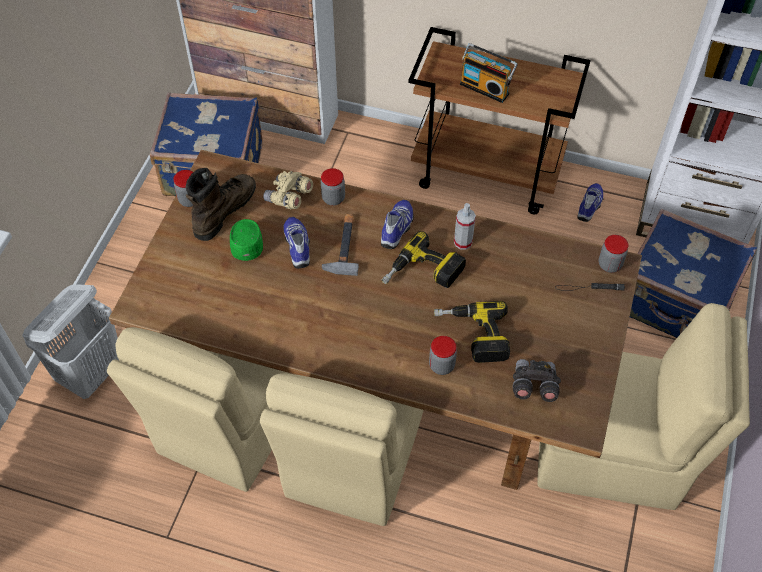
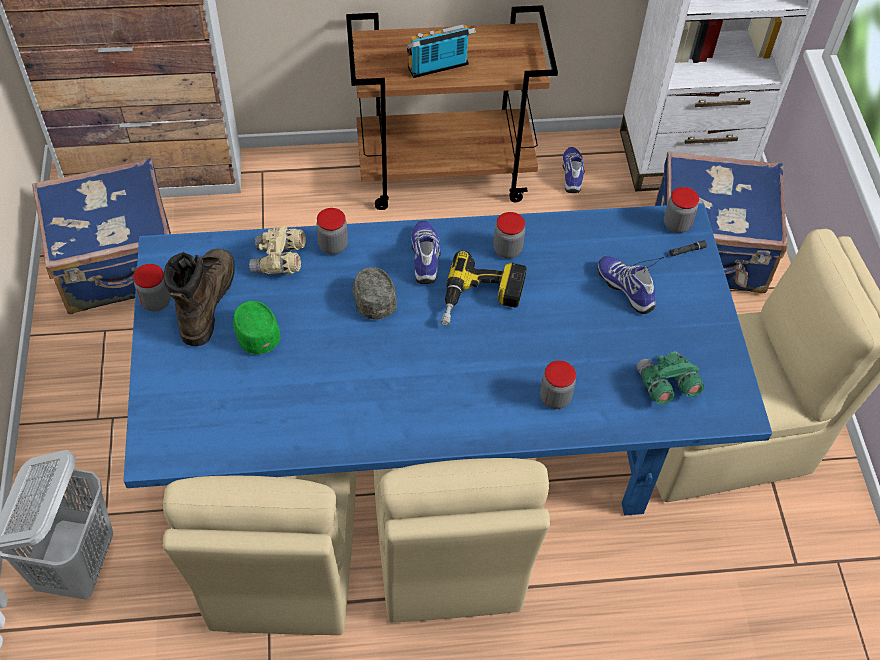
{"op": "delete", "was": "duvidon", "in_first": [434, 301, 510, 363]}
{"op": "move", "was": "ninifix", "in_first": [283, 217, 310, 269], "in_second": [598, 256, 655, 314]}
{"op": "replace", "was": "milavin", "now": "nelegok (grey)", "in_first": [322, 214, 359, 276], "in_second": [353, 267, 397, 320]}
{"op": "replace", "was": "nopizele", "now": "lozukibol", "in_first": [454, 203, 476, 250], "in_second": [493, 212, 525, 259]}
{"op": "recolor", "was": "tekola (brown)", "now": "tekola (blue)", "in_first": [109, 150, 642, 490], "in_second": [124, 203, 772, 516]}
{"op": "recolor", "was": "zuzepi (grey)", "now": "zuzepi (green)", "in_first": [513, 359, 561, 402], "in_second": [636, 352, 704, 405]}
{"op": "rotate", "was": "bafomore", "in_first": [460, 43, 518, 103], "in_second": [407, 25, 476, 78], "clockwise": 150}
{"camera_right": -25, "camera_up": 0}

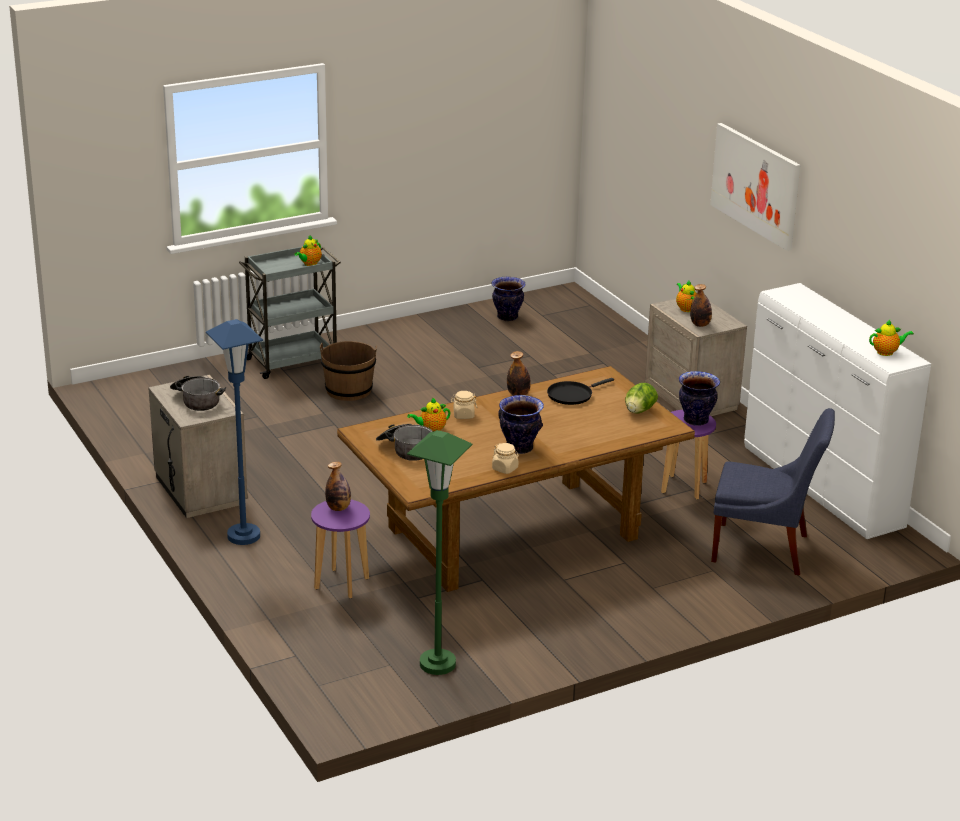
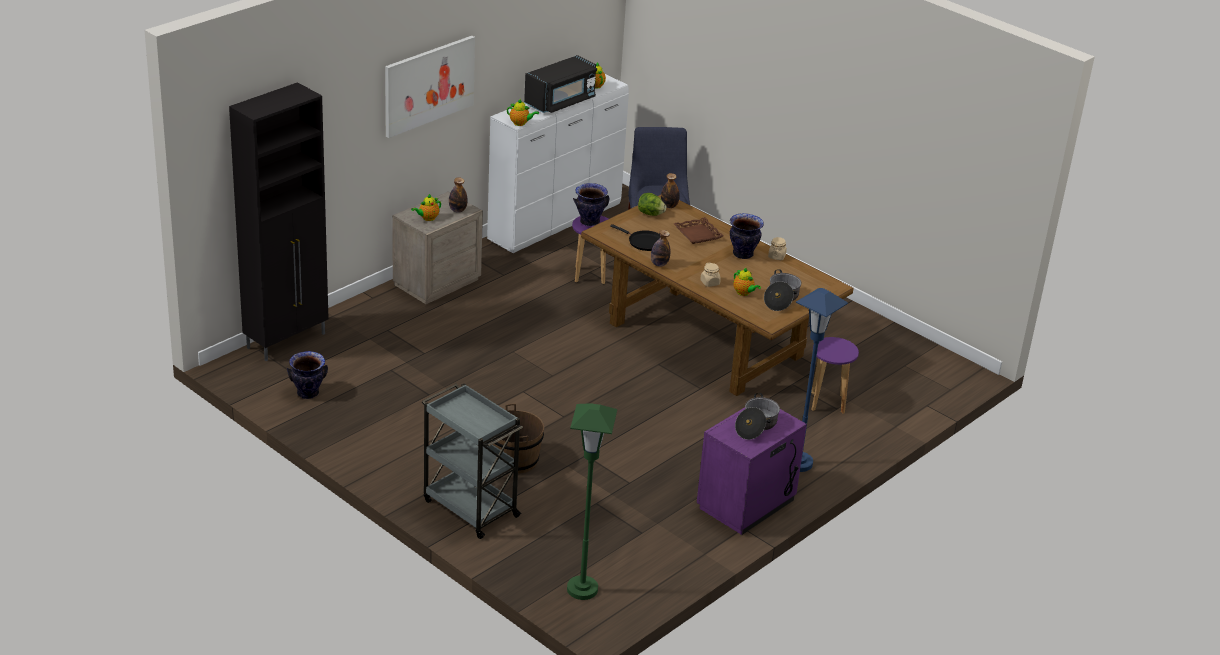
{"op": "insert", "now": "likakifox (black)", "in_second": [229, 82, 329, 361]}
{"op": "insert", "now": "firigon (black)", "in_second": [524, 55, 597, 113]}
{"op": "insert", "now": "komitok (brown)", "in_second": [673, 217, 723, 244]}
{"op": "move", "was": "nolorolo", "in_first": [295, 235, 322, 266], "in_second": [507, 99, 539, 126]}
{"op": "move", "was": "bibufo", "in_first": [325, 462, 351, 511], "in_second": [661, 173, 680, 208]}
{"op": "move", "was": "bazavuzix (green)", "in_first": [407, 430, 472, 675], "in_second": [567, 403, 617, 600]}
{"op": "recolor", "was": "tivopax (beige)", "now": "tivopax (purple)", "in_first": [148, 375, 247, 518], "in_second": [697, 407, 807, 535]}
{"camera_right": -110, "camera_up": 5}

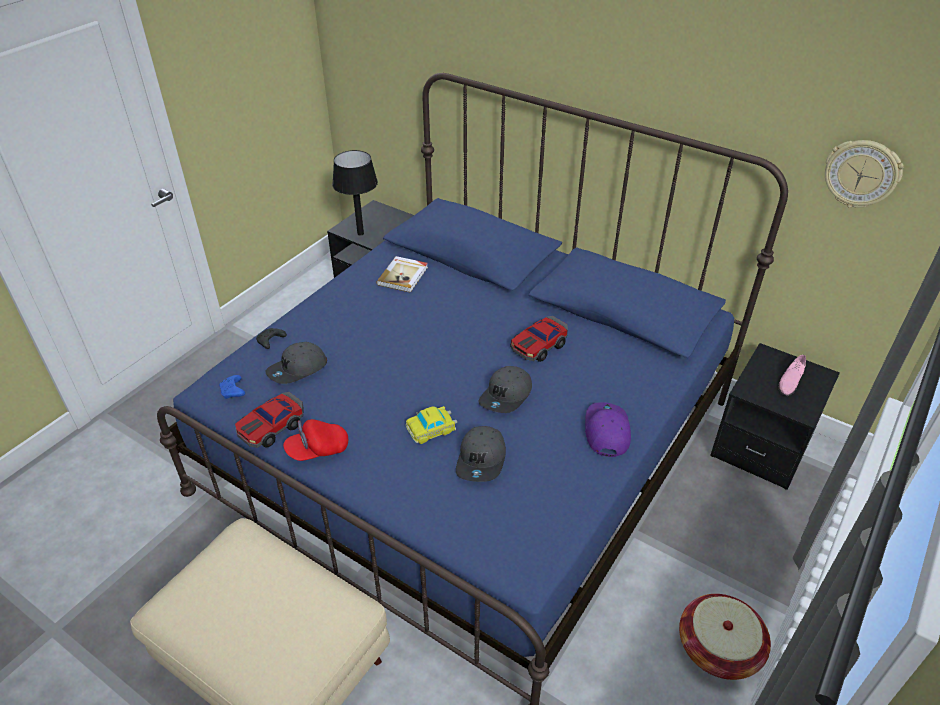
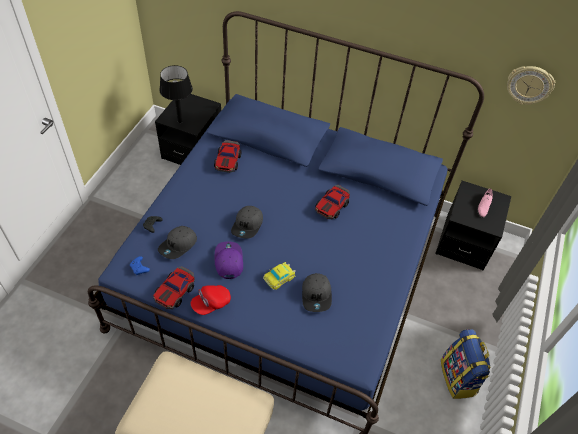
{"op": "move", "was": "nelegok (grey)", "in_first": [479, 366, 532, 413], "in_second": [231, 206, 263, 239]}
{"op": "move", "was": "nelegok (purple)", "in_first": [585, 402, 631, 457], "in_second": [215, 241, 243, 279]}
{"op": "replace", "was": "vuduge", "now": "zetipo", "in_first": [377, 256, 428, 293], "in_second": [214, 140, 241, 173]}
{"op": "replace", "was": "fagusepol", "now": "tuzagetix", "in_first": [679, 594, 771, 680], "in_second": [441, 329, 490, 399]}
{"camera_right": -15, "camera_up": 10}

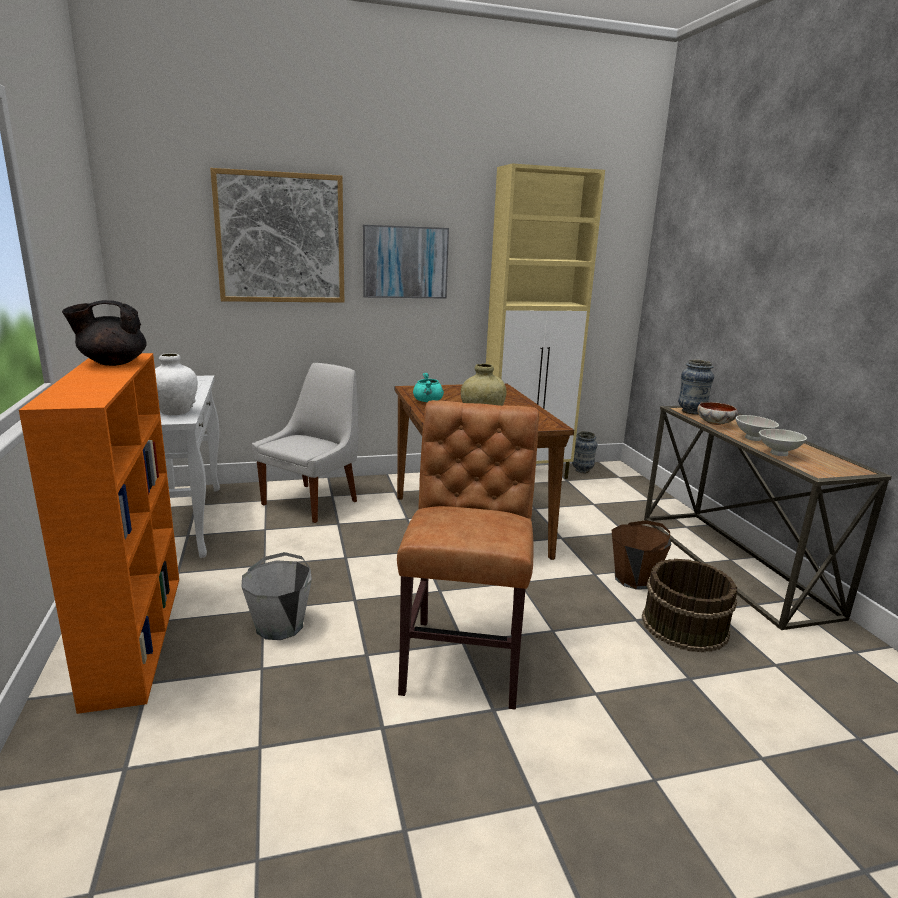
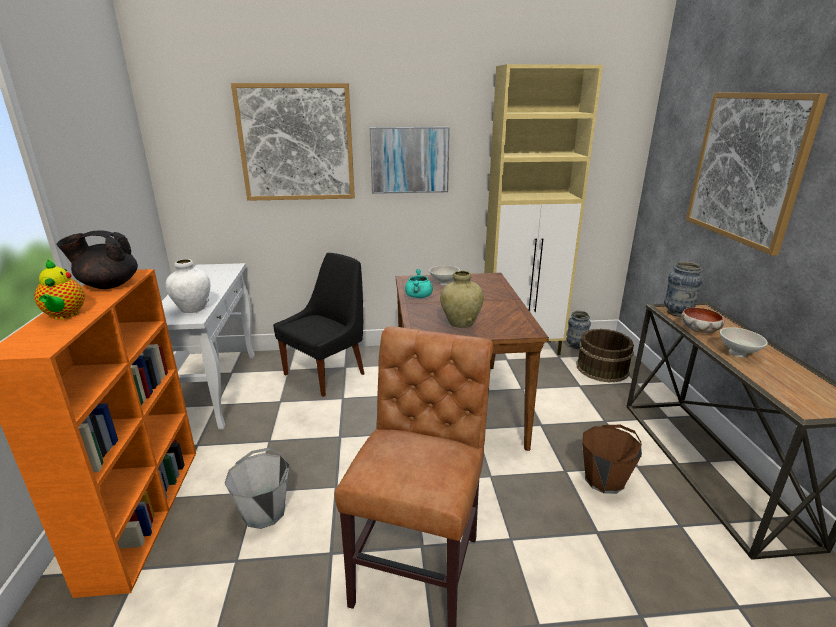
{"op": "insert", "now": "nolorolo", "in_second": [34, 259, 85, 319]}
{"op": "insert", "now": "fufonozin", "in_second": [686, 92, 828, 255]}
{"op": "move", "was": "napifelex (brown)", "in_first": [642, 559, 737, 652], "in_second": [576, 329, 634, 383]}
{"op": "move", "was": "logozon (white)", "in_first": [759, 429, 807, 456], "in_second": [429, 265, 460, 285]}
{"op": "recolor", "was": "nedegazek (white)", "now": "nedegazek (black)", "in_first": [252, 363, 358, 523], "in_second": [273, 253, 365, 397]}
{"camera_right": 10, "camera_up": 5}

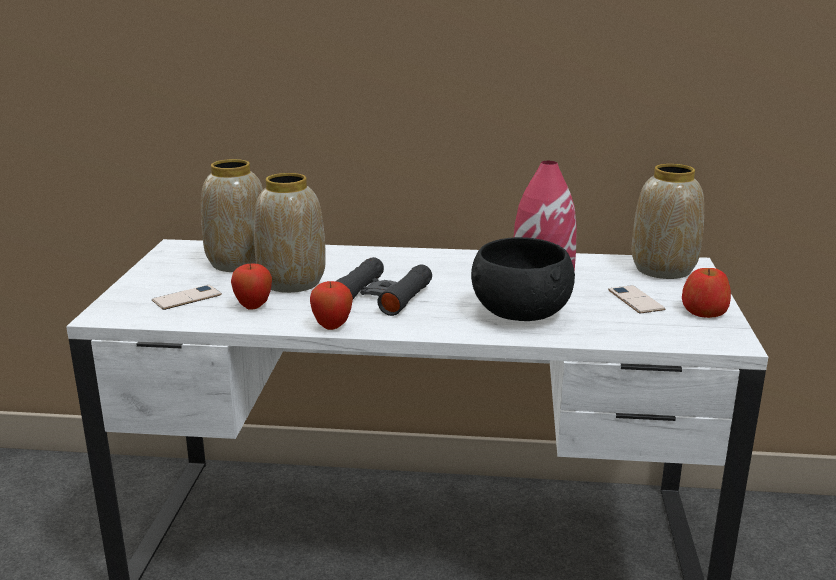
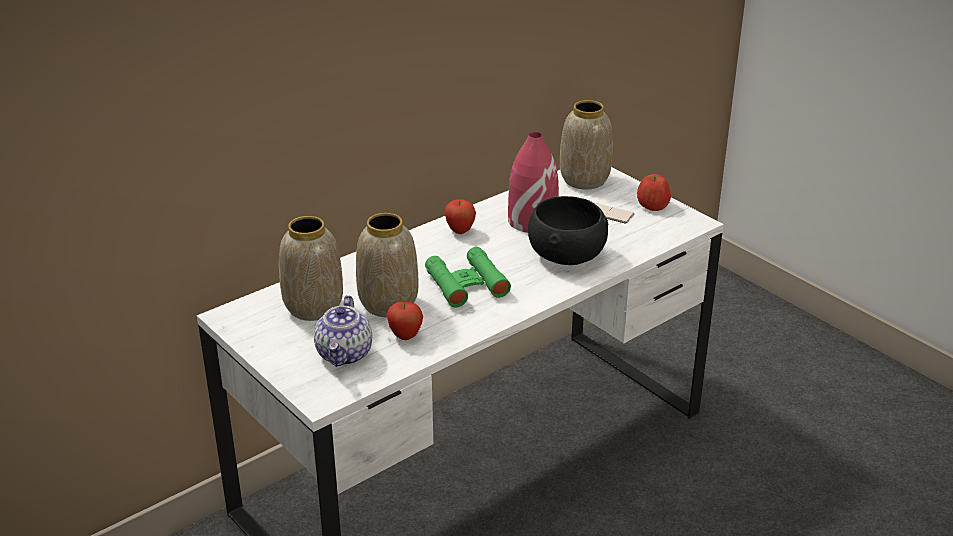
{"op": "move", "was": "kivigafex", "in_first": [310, 281, 353, 330], "in_second": [444, 199, 476, 234]}
{"op": "replace", "was": "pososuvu", "now": "nolorolo", "in_first": [152, 285, 222, 310], "in_second": [314, 295, 372, 367]}
{"op": "recolor", "was": "zuzepi (black)", "now": "zuzepi (green)", "in_first": [335, 257, 432, 316], "in_second": [425, 247, 511, 307]}
{"camera_right": -45, "camera_up": 10}

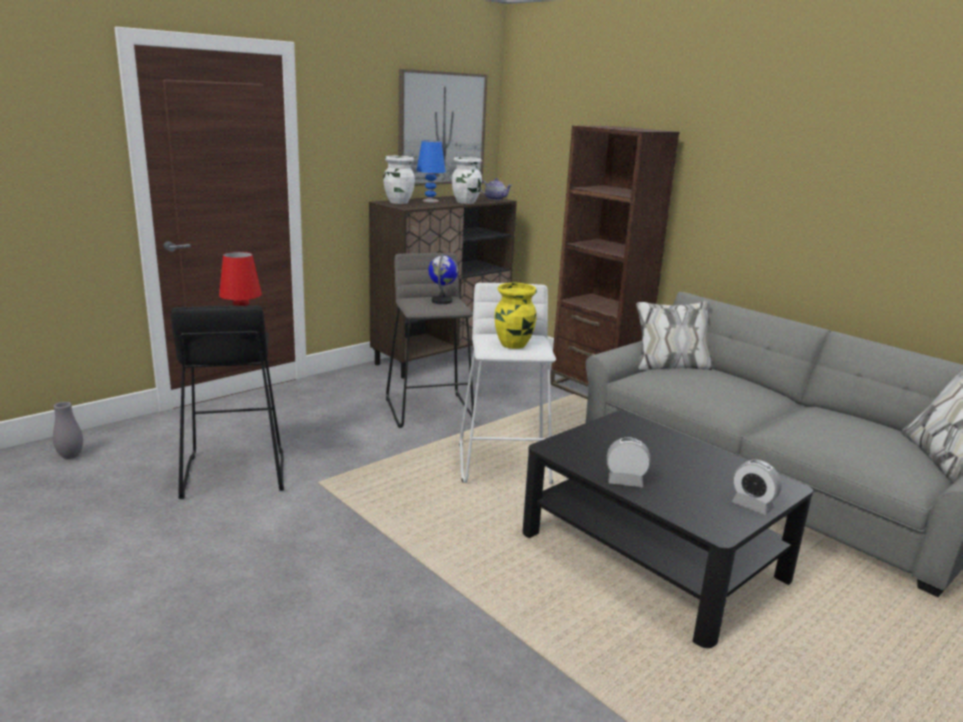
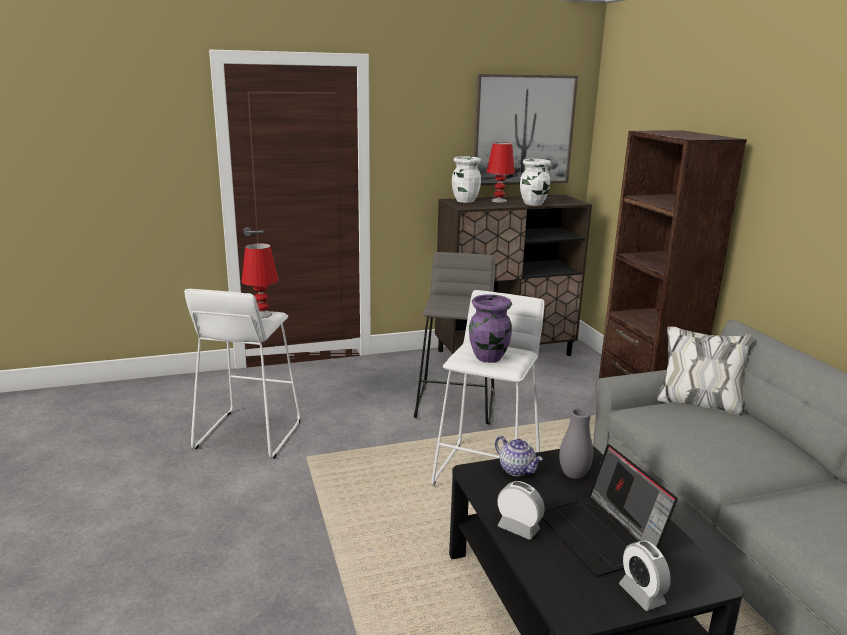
{"op": "delete", "was": "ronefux", "in_first": [428, 253, 458, 304]}
{"op": "insert", "now": "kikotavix", "in_second": [542, 444, 678, 576]}
{"op": "move", "was": "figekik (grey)", "in_first": [53, 402, 83, 459], "in_second": [559, 408, 593, 479]}
{"op": "move", "was": "nolorolo", "in_first": [480, 178, 512, 200], "in_second": [495, 436, 543, 476]}
{"op": "recolor", "was": "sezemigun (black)", "now": "sezemigun (white)", "in_first": [171, 305, 284, 499], "in_second": [184, 289, 300, 458]}
{"op": "recolor", "was": "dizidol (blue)", "now": "dizidol (red)", "in_first": [416, 141, 446, 202], "in_second": [486, 142, 515, 203]}
{"op": "recolor", "was": "figekik (yellow)", "now": "figekik (purple)", "in_first": [494, 283, 537, 349], "in_second": [469, 294, 512, 363]}
{"camera_right": 25, "camera_up": 0}

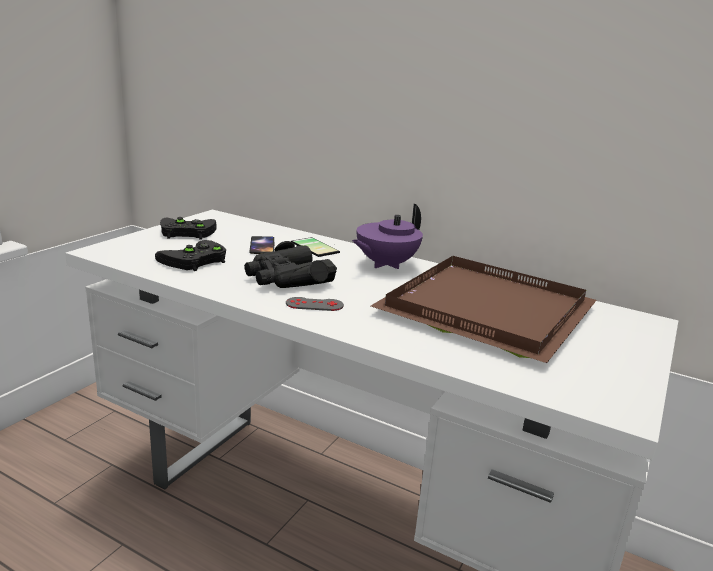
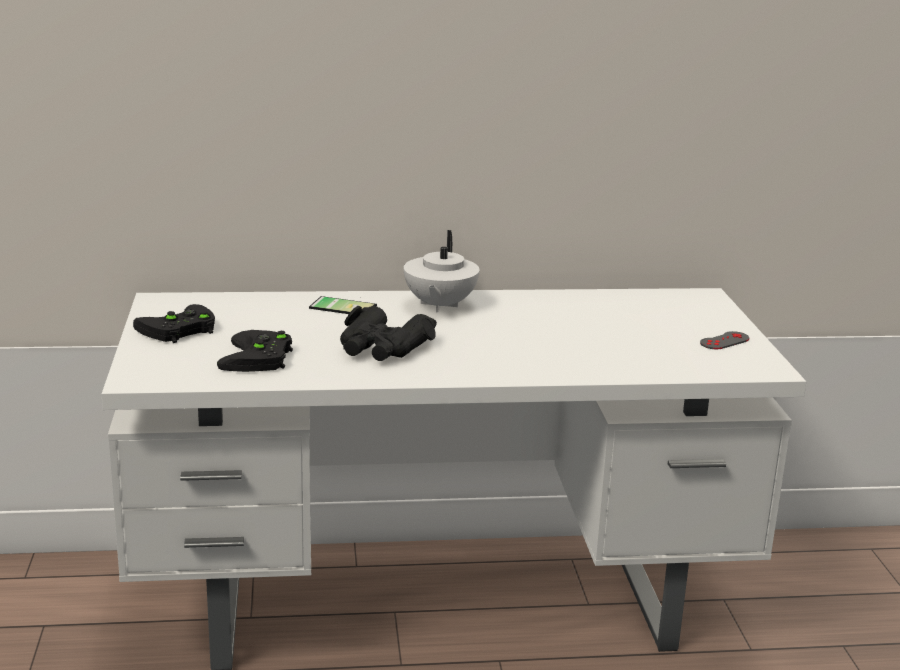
{"op": "delete", "was": "pososuvu", "in_first": [249, 236, 275, 254]}
{"op": "delete", "was": "komitok (brown)", "in_first": [371, 256, 597, 363]}
{"op": "move", "was": "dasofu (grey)", "in_first": [286, 297, 344, 311], "in_second": [700, 331, 749, 349]}
{"op": "recolor", "was": "nolorolo (purple)", "now": "nolorolo (white)", "in_first": [352, 204, 423, 269], "in_second": [404, 230, 480, 313]}
{"camera_right": -35, "camera_up": 0}

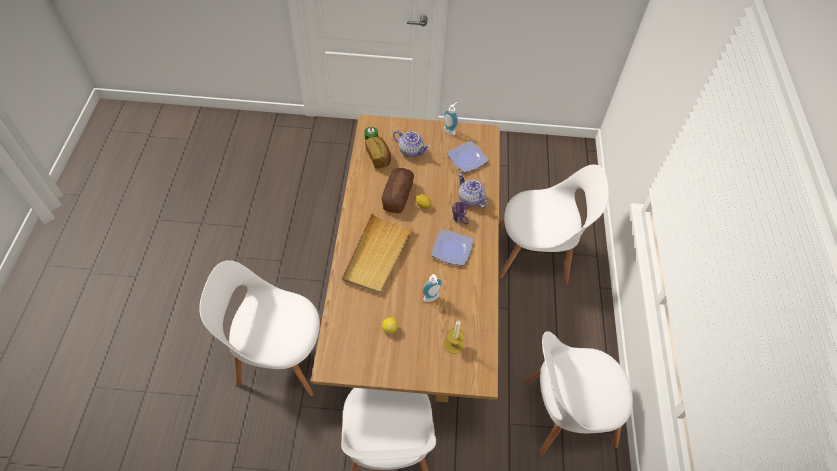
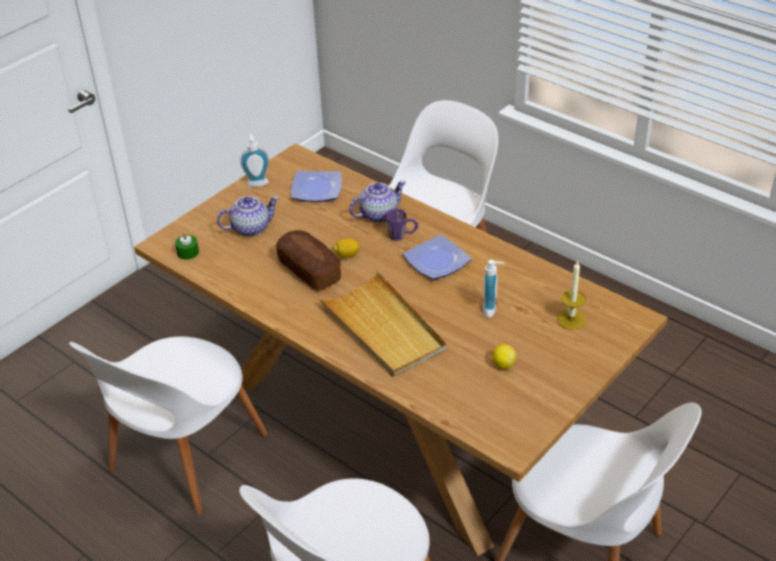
{"op": "delete", "was": "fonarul", "in_first": [365, 136, 391, 169]}
{"op": "move", "was": "nedegazek (white)", "in_first": [524, 331, 633, 456], "in_second": [69, 336, 268, 515]}
{"op": "rotate", "was": "nolorolo", "in_first": [458, 173, 488, 208], "in_second": [349, 181, 406, 223], "clockwise": 150}
{"camera_right": -50, "camera_up": -15}

